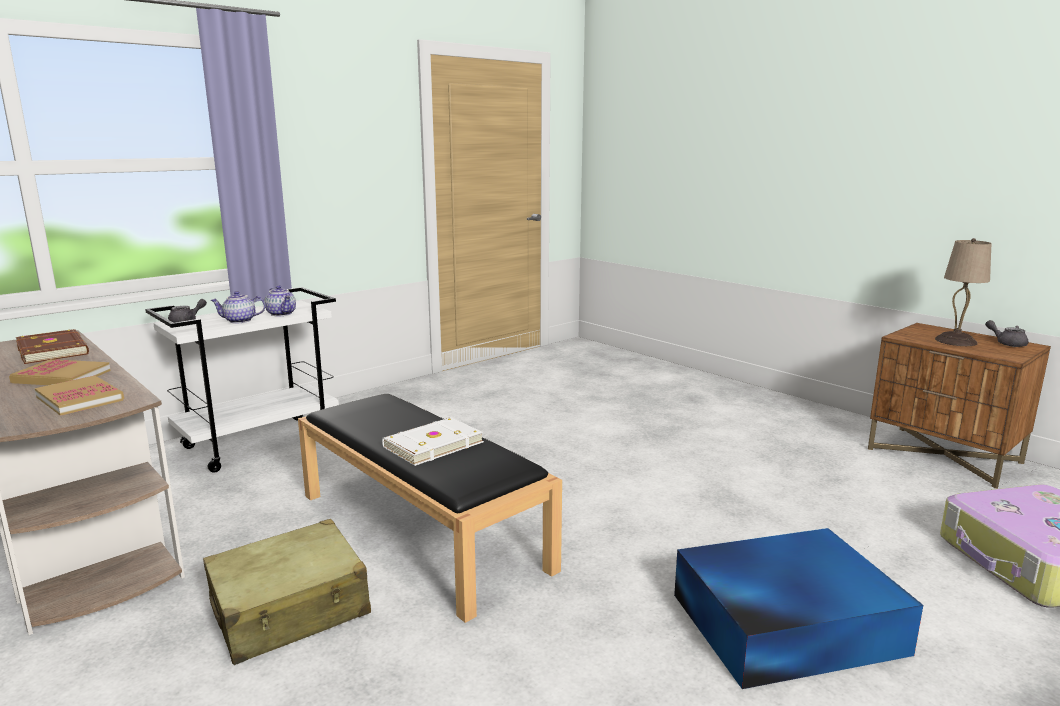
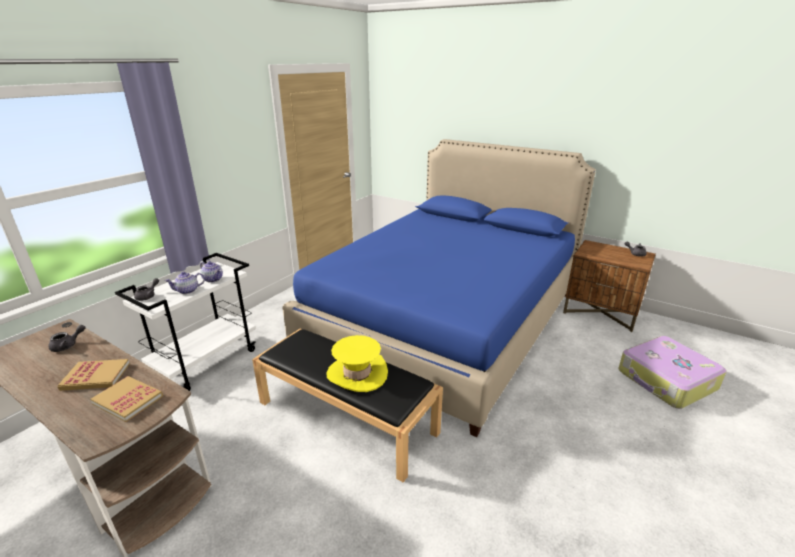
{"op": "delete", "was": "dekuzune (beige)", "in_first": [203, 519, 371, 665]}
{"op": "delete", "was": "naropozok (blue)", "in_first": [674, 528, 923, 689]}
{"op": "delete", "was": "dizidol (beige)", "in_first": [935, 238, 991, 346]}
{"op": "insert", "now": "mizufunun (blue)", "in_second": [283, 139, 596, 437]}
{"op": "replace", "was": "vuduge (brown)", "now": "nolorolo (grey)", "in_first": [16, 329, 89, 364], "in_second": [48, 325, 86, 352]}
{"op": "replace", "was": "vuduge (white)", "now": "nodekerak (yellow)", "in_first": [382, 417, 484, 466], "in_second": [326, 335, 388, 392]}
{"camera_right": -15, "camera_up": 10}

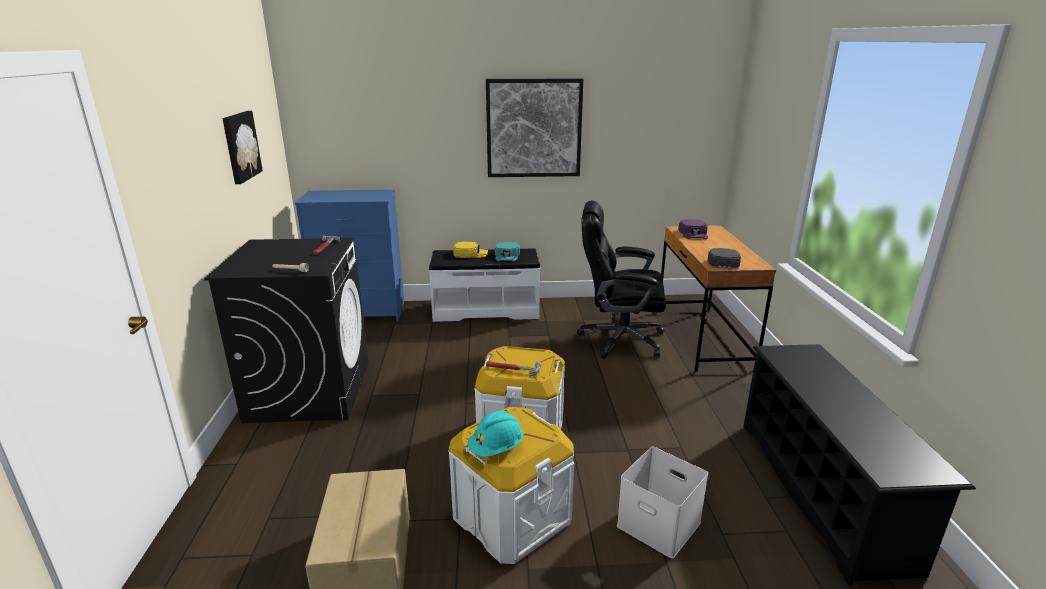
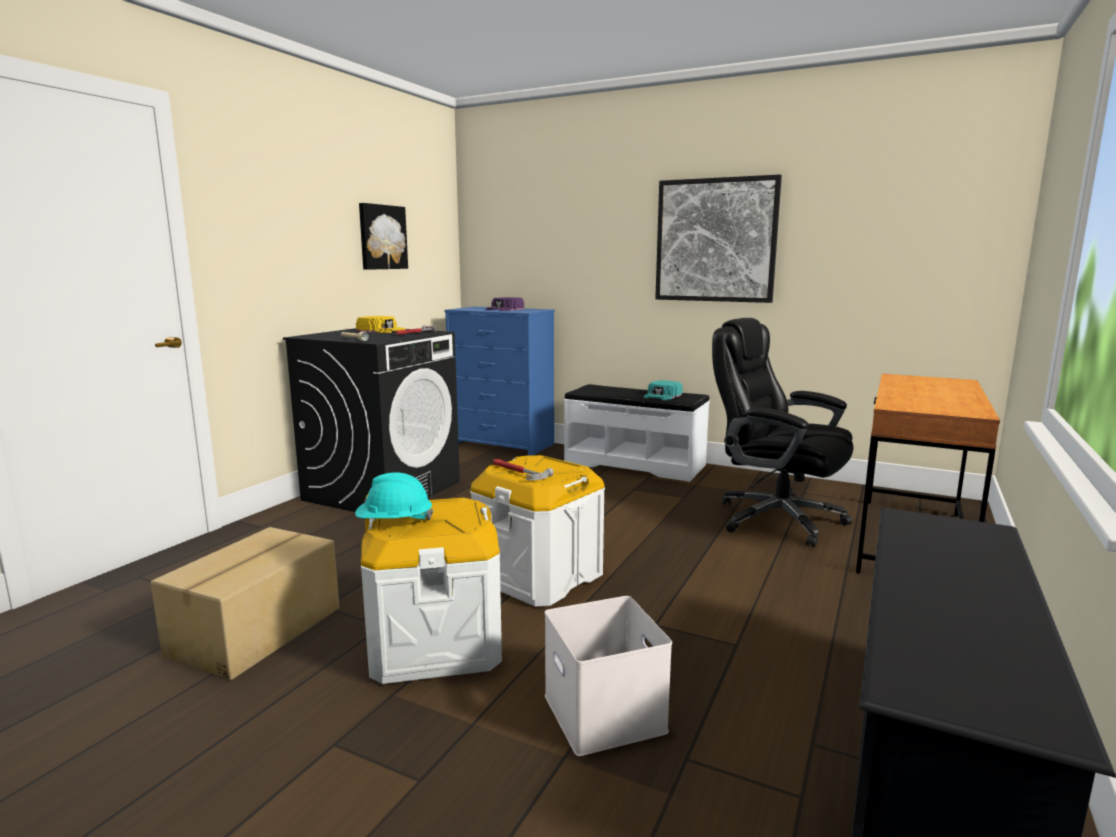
{"op": "delete", "was": "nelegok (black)", "in_first": [708, 248, 741, 269]}
{"op": "move", "was": "nelegok (yellow)", "in_first": [453, 242, 488, 258], "in_second": [356, 316, 406, 333]}
{"op": "move", "was": "nelegok (purple)", "in_first": [678, 219, 708, 239], "in_second": [486, 297, 524, 311]}
{"camera_right": 30, "camera_up": -10}

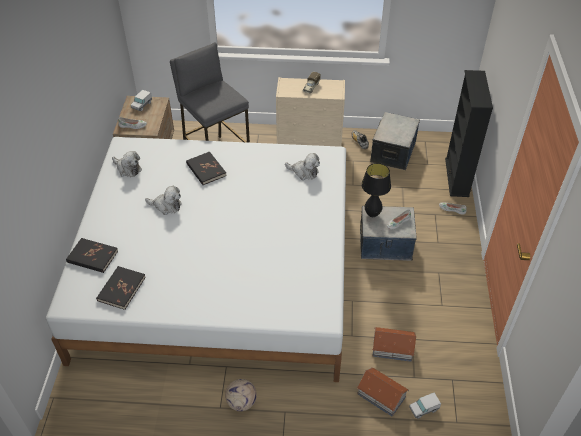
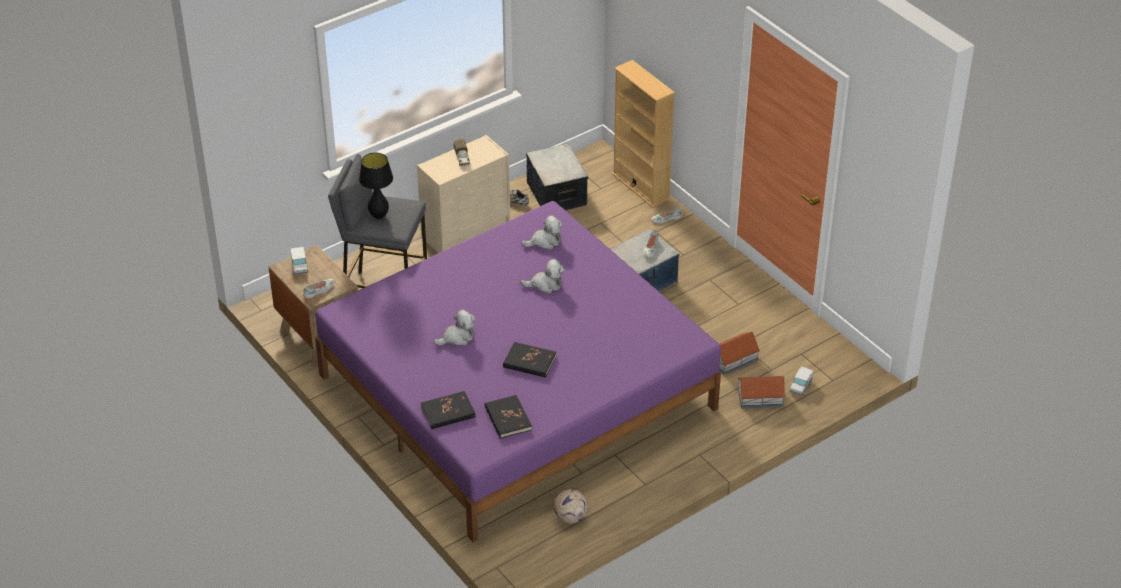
{"op": "move", "was": "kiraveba", "in_first": [112, 151, 142, 177], "in_second": [521, 259, 565, 293]}
{"op": "move", "was": "vuduge (black)", "in_first": [186, 152, 227, 185], "in_second": [503, 342, 557, 378]}
{"op": "move", "was": "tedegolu", "in_first": [225, 379, 257, 411], "in_second": [554, 489, 588, 523]}
{"op": "move", "was": "dizidol (black)", "in_first": [361, 163, 391, 217], "in_second": [359, 153, 393, 219]}
{"op": "recolor", "was": "mizufunun (white)", "now": "mizufunun (purple)", "in_first": [46, 137, 346, 382], "in_second": [315, 201, 721, 542]}
{"op": "recolor", "was": "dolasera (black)", "now": "dolasera (beige)", "in_first": [445, 70, 493, 197], "in_second": [612, 60, 675, 208]}
{"camera_right": -40, "camera_up": -5}

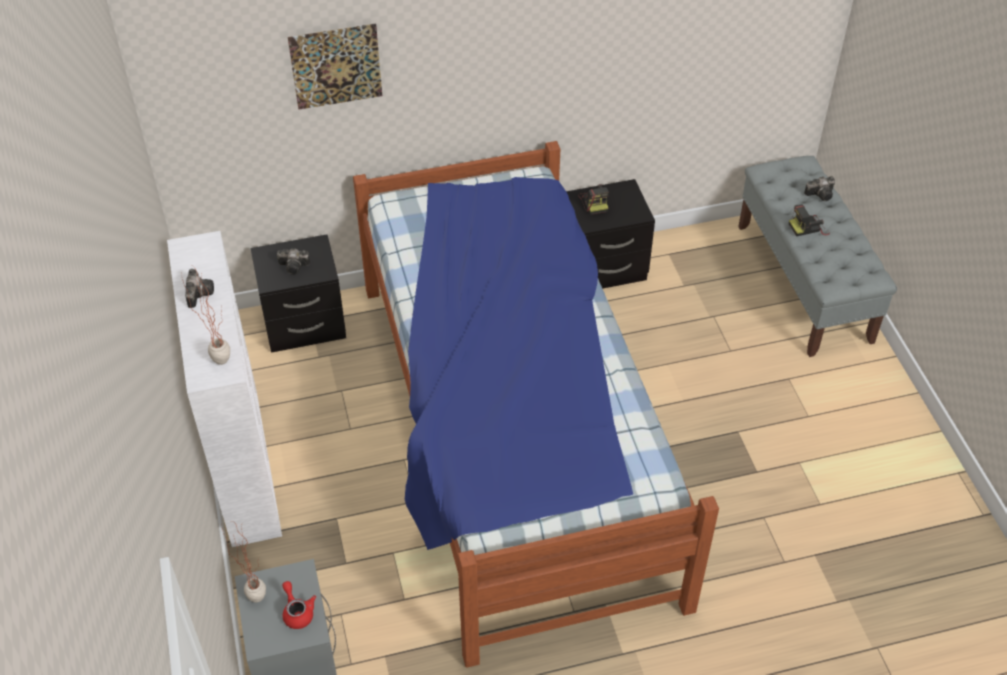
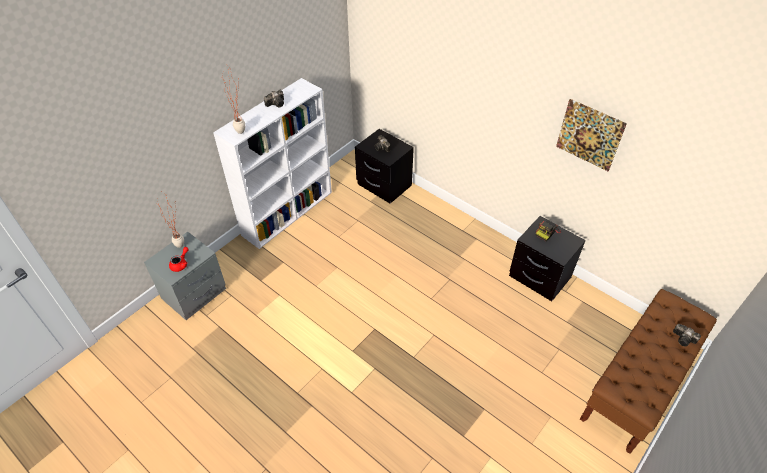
{"op": "delete", "was": "mizufunun", "in_first": [353, 141, 719, 668]}
{"op": "delete", "was": "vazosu", "in_first": [789, 204, 830, 236]}
{"op": "move", "was": "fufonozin", "in_first": [288, 24, 382, 109], "in_second": [556, 99, 627, 171]}
{"op": "recolor", "was": "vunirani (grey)", "now": "vunirani (brown)", "in_first": [738, 156, 897, 357], "in_second": [580, 289, 717, 454]}
{"camera_right": 55, "camera_up": 0}

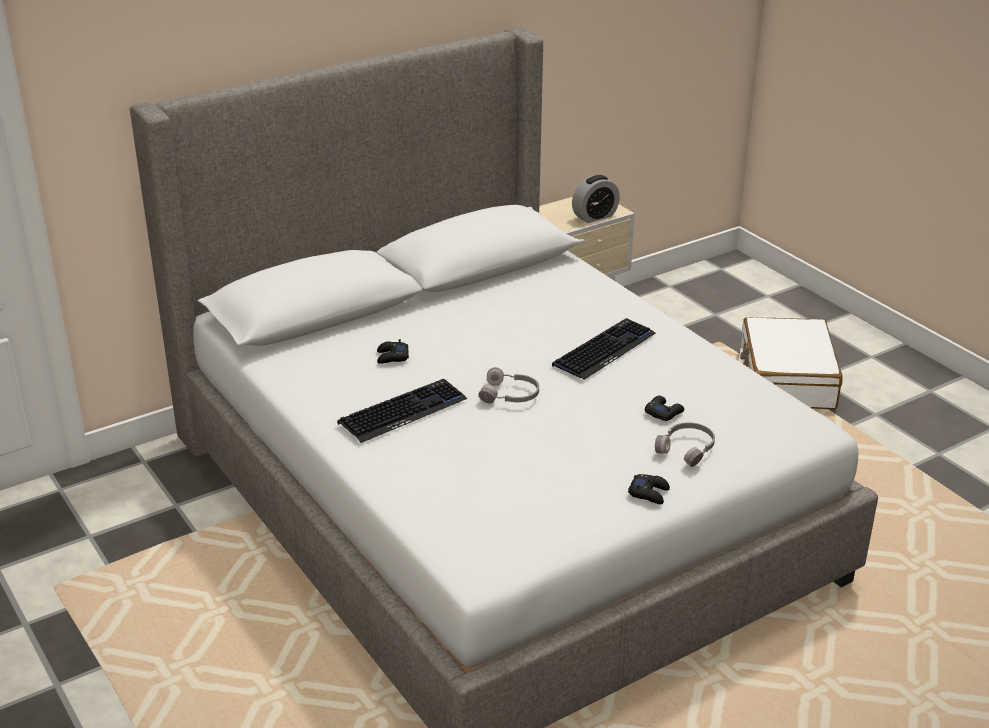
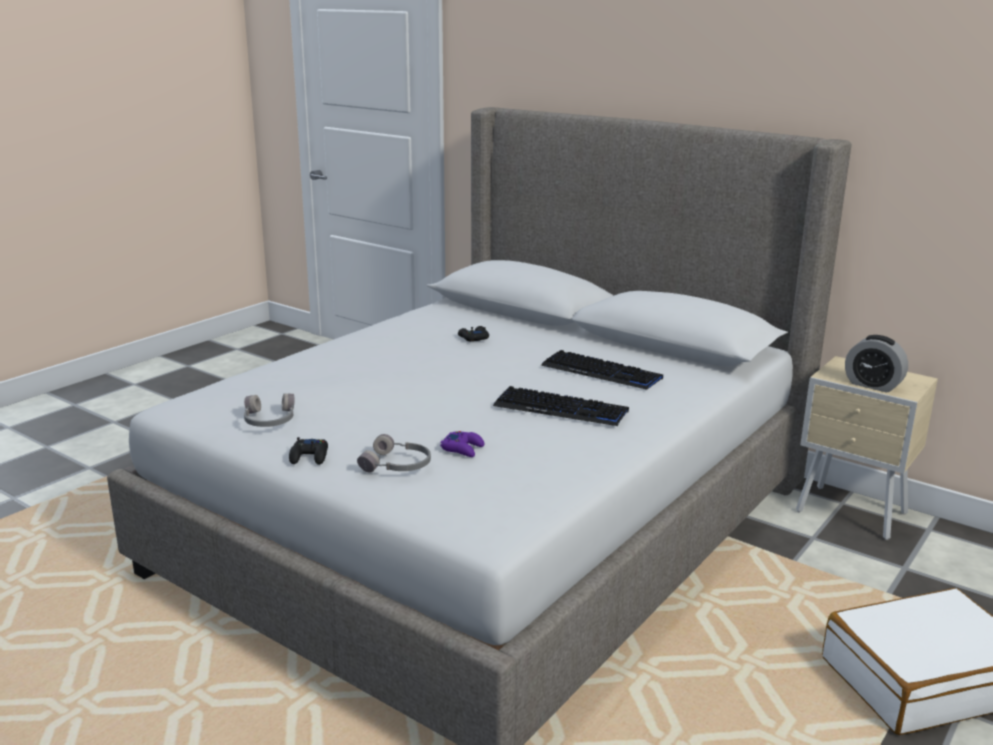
{"op": "move", "was": "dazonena", "in_first": [337, 379, 467, 443], "in_second": [541, 350, 663, 390]}
{"op": "move", "was": "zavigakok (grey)", "in_first": [478, 367, 539, 403], "in_second": [244, 393, 295, 427]}
{"op": "recolor", "was": "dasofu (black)", "now": "dasofu (purple)", "in_first": [645, 396, 684, 421], "in_second": [440, 431, 484, 457]}
{"camera_right": 70, "camera_up": -10}

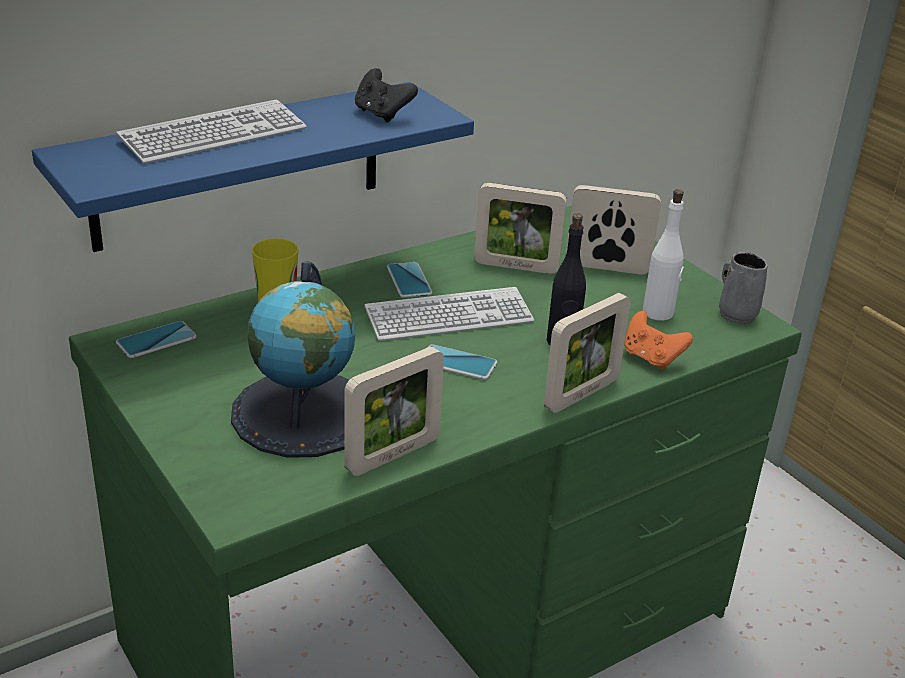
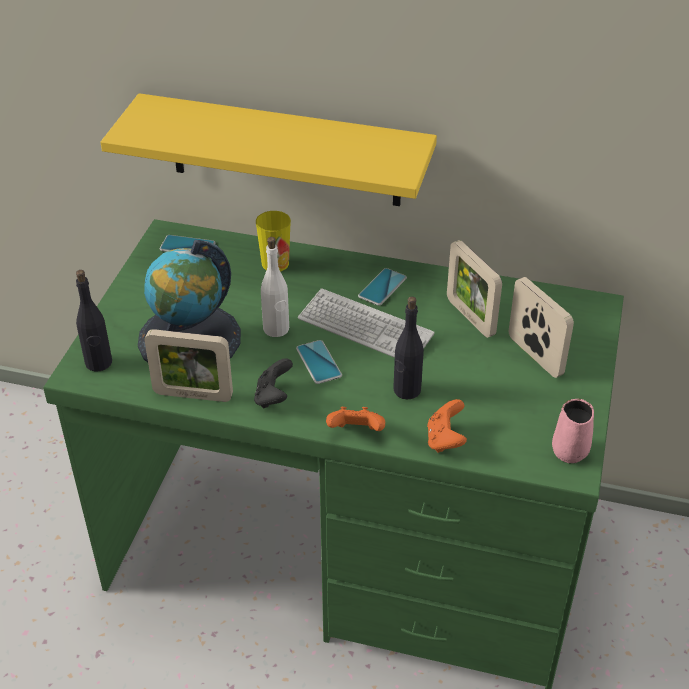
{"op": "delete", "was": "dazonena", "in_first": [116, 100, 307, 164]}
{"op": "insert", "now": "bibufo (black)", "in_second": [76, 270, 112, 371]}
{"op": "move", "was": "dasofu (black)", "in_first": [355, 68, 418, 122], "in_second": [254, 358, 293, 408]}
{"op": "move", "was": "bibufo (white)", "in_first": [643, 189, 684, 321], "in_second": [261, 237, 289, 337]}
{"op": "replace", "was": "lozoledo", "now": "dasofu (orange)", "in_first": [544, 293, 631, 413], "in_second": [326, 407, 385, 431]}
{"op": "recolor", "was": "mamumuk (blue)", "now": "mamumuk (yellow)", "in_first": [32, 82, 474, 252], "in_second": [100, 93, 437, 206]}
{"op": "recolor", "was": "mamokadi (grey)", "now": "mamokadi (pink)", "in_first": [719, 252, 768, 324], "in_second": [552, 399, 594, 463]}
{"camera_right": 50, "camera_up": 10}

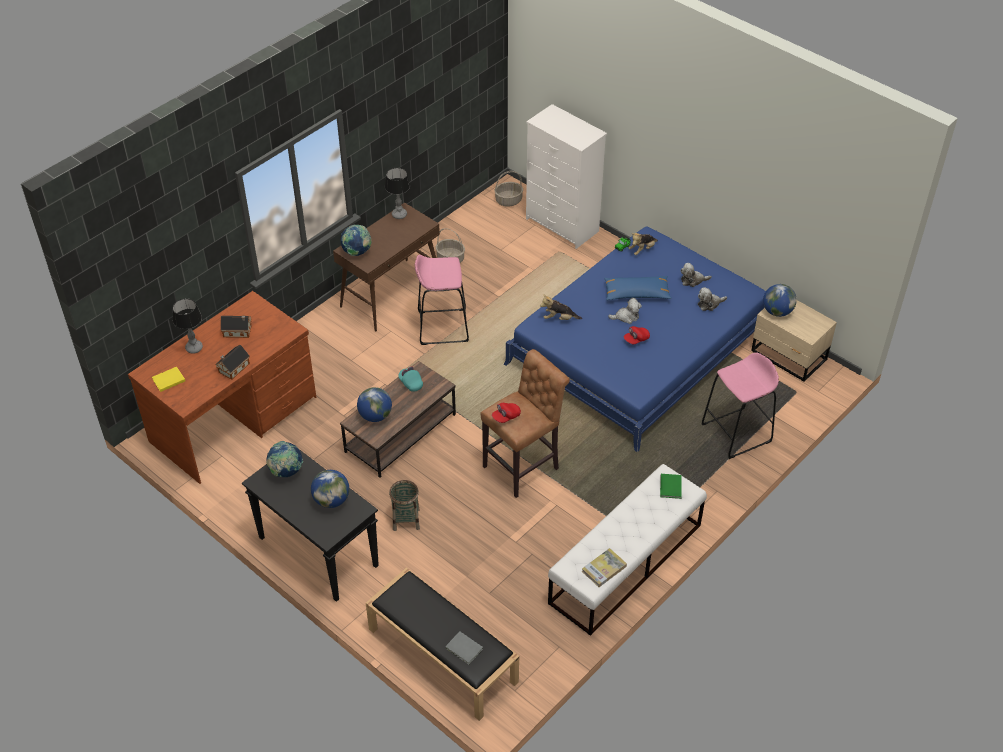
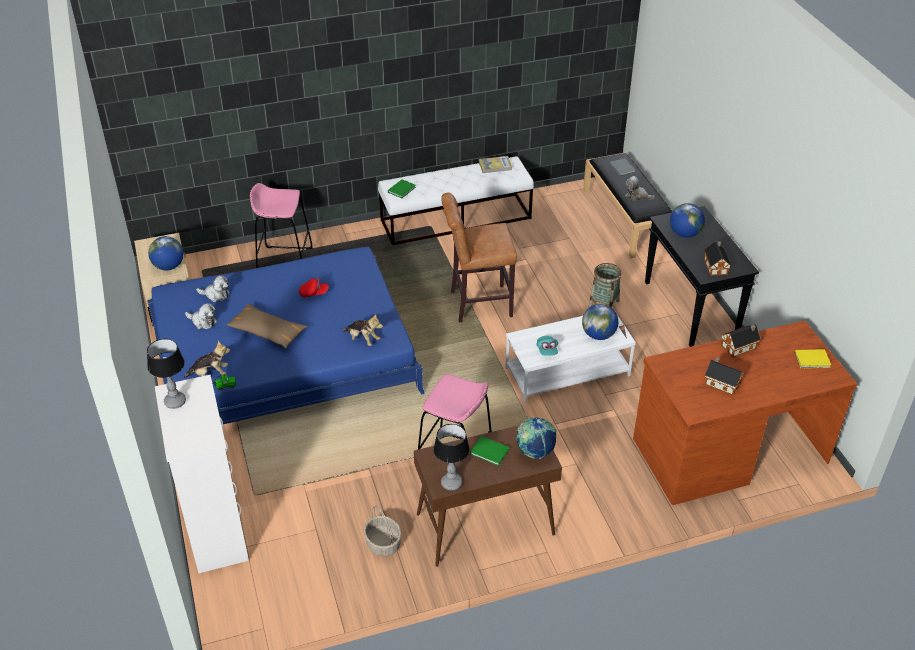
{"op": "delete", "was": "nelegok (red)", "in_first": [492, 403, 521, 423]}
{"op": "delete", "was": "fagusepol", "in_first": [494, 171, 523, 207]}
{"op": "insert", "now": "vuduge (green)", "in_second": [470, 436, 509, 466]}
{"op": "move", "was": "dizidol", "in_first": [173, 299, 203, 354], "in_second": [147, 339, 186, 409]}
{"op": "move", "was": "kiraveba", "in_first": [608, 298, 642, 324], "in_second": [625, 176, 655, 200]}
{"op": "replace", "was": "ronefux", "now": "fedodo", "in_first": [266, 441, 303, 477], "in_second": [704, 241, 731, 276]}
{"op": "recolor", "was": "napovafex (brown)", "now": "napovafex (white)", "in_first": [340, 361, 456, 478], "in_second": [505, 309, 636, 403]}
{"op": "recolor", "was": "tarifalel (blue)", "now": "tarifalel (brown)", "in_first": [604, 276, 672, 300], "in_second": [226, 303, 308, 348]}
{"camera_right": -150, "camera_up": -5}

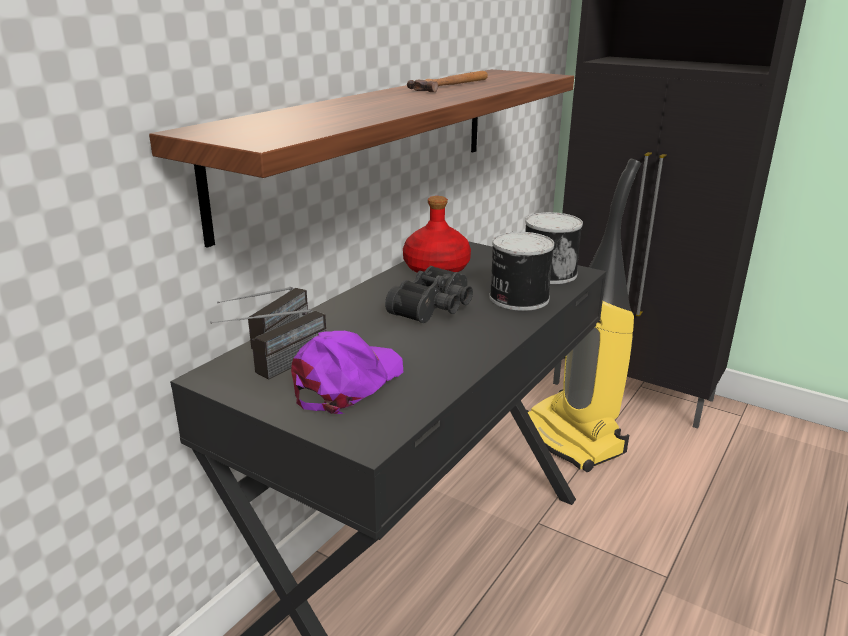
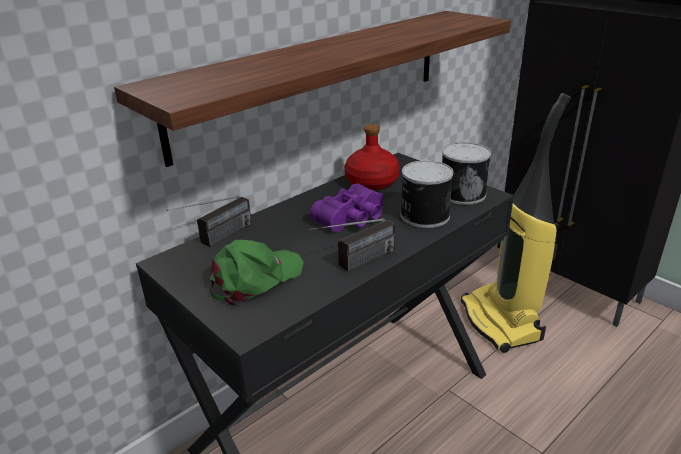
{"op": "delete", "was": "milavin", "in_first": [407, 71, 488, 92]}
{"op": "move", "was": "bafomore", "in_first": [210, 309, 327, 379], "in_second": [309, 218, 395, 272]}
{"op": "recolor", "was": "nelegok (purple)", "now": "nelegok (green)", "in_first": [291, 331, 403, 414], "in_second": [210, 240, 304, 306]}
{"op": "recolor", "was": "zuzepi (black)", "now": "zuzepi (purple)", "in_first": [385, 266, 473, 323], "in_second": [310, 184, 384, 232]}
{"camera_right": 15, "camera_up": 5}

